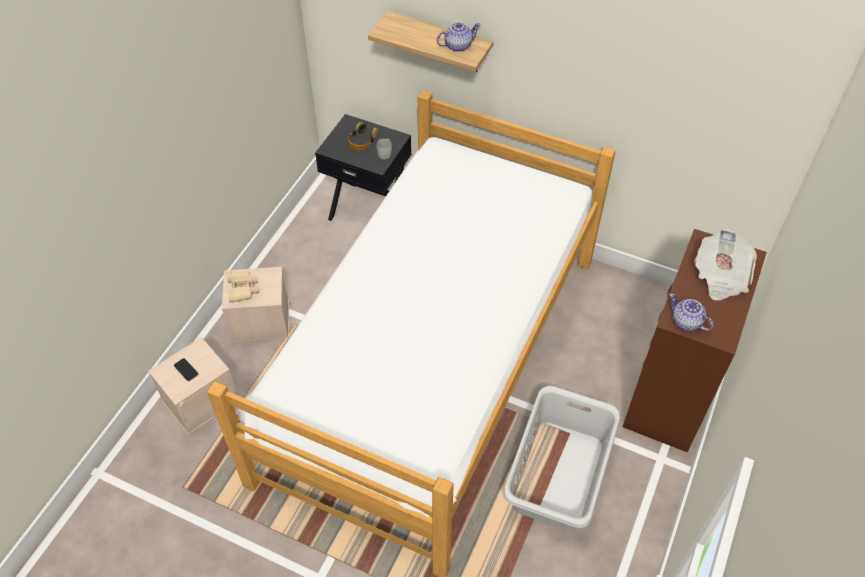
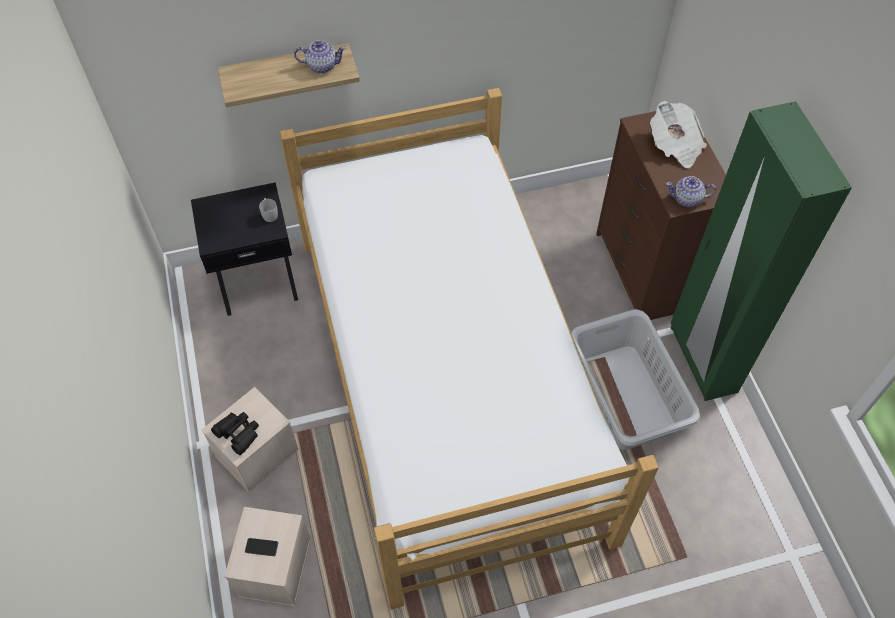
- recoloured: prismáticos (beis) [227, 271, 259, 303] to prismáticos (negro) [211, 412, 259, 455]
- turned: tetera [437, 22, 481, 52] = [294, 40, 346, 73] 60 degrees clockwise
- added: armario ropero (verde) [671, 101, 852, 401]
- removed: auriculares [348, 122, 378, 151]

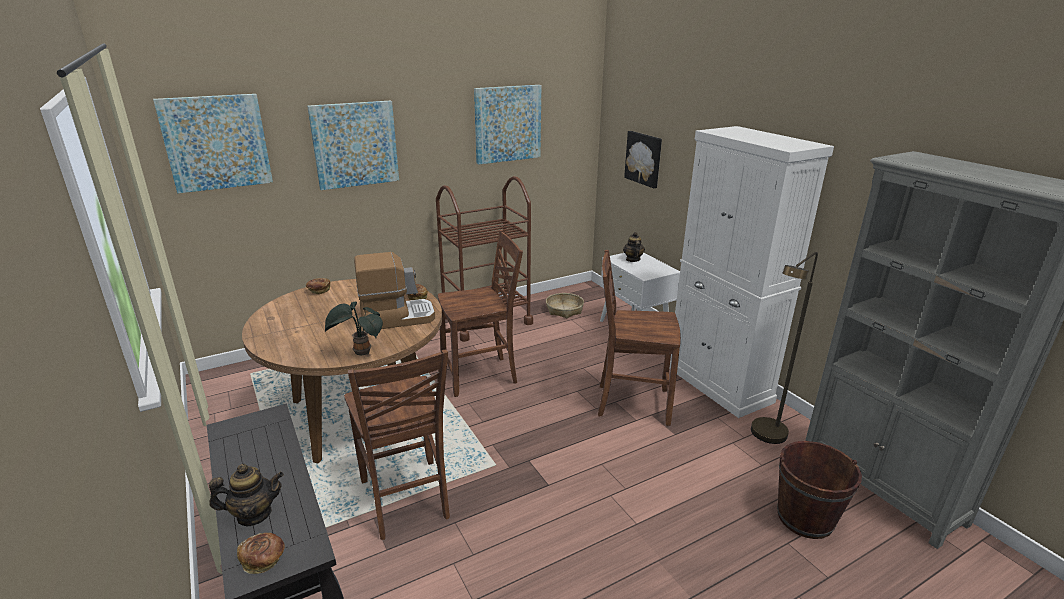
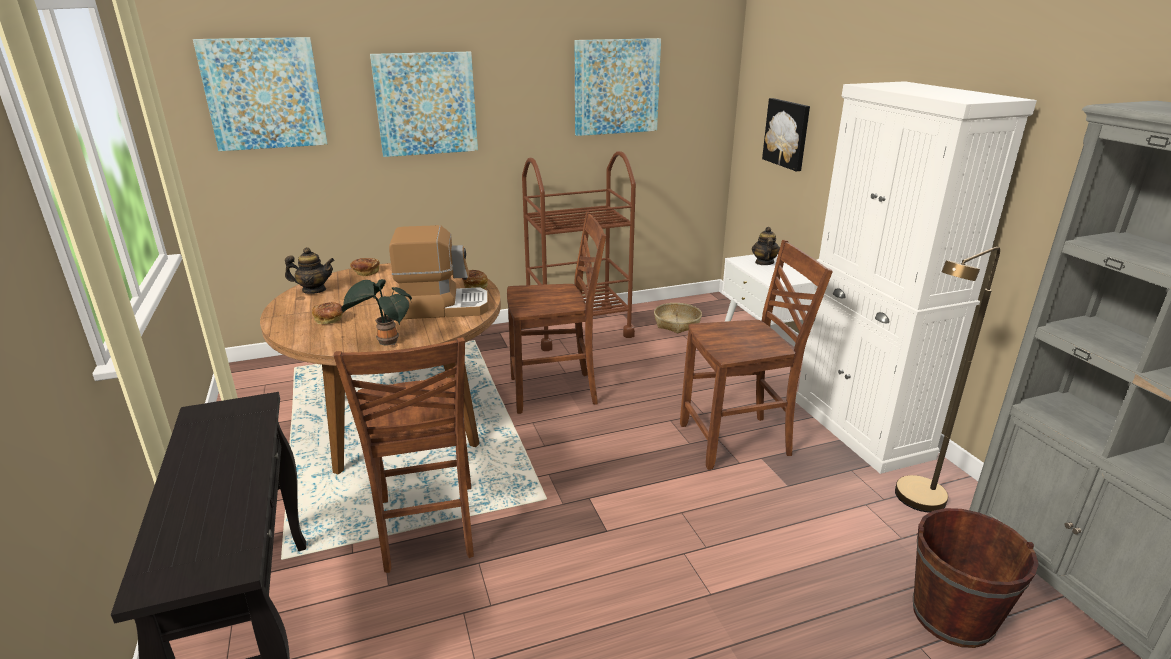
- moved: tetera [209, 464, 284, 526] to [285, 247, 334, 294]
- moved: pan [237, 533, 285, 574] to [312, 302, 343, 324]
- turned: silla (marrón) [598, 250, 681, 426] = [680, 240, 833, 470] 150 degrees clockwise

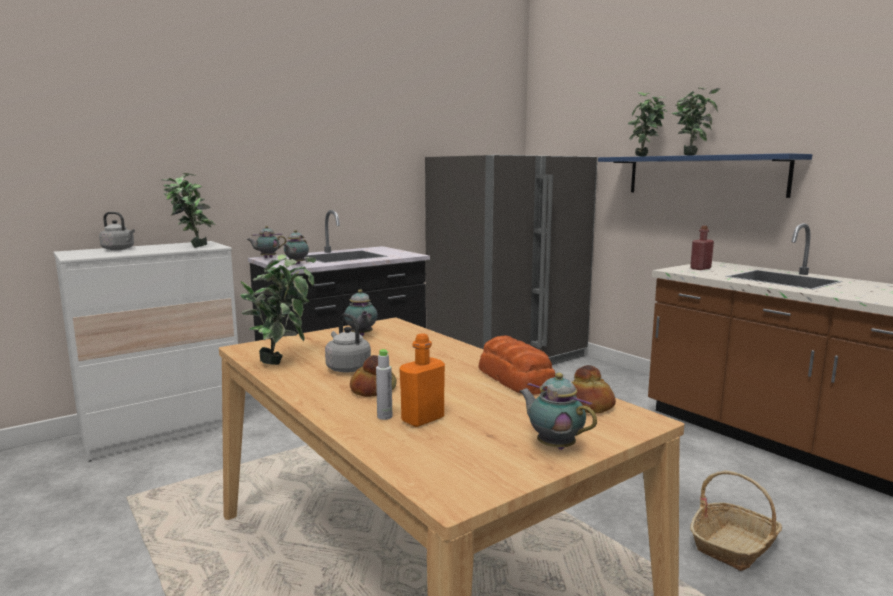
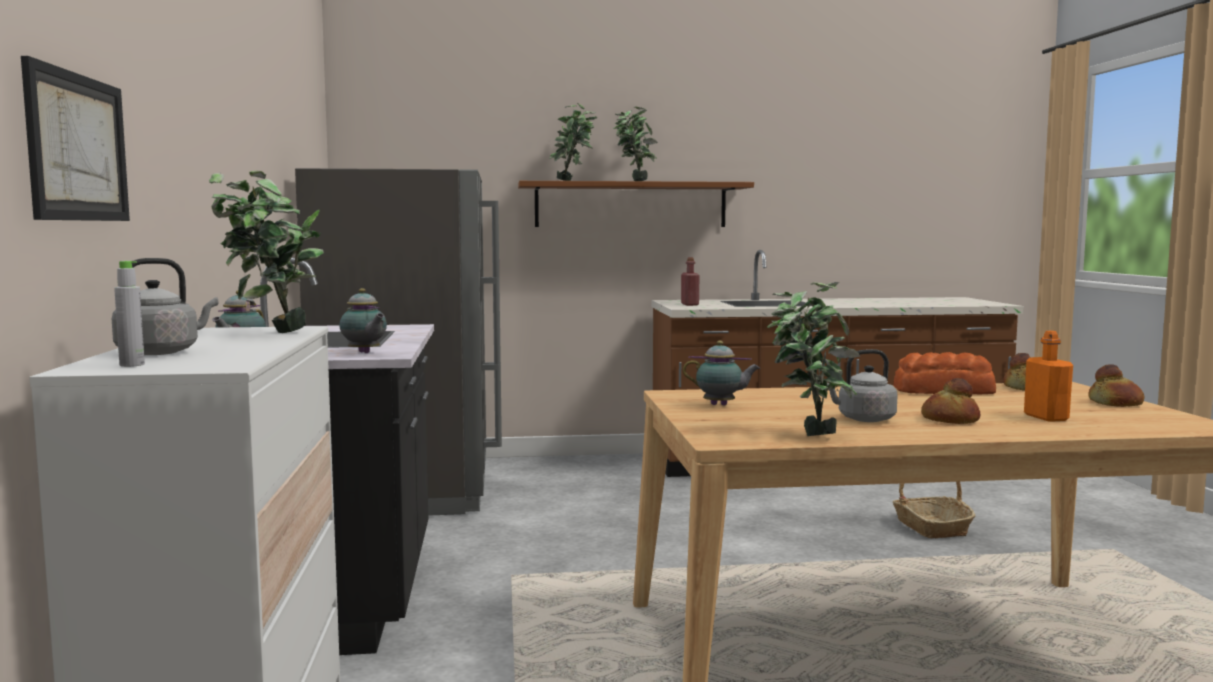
- added: cuadro [21, 56, 130, 221]
- moved: botella (gris) [376, 349, 392, 420] to [114, 261, 145, 367]
- recoloured: estante (azul) [598, 153, 812, 198] to estante (marrón) [518, 181, 754, 227]
- replaced: tetera [519, 373, 597, 450] to pan [1088, 364, 1144, 407]

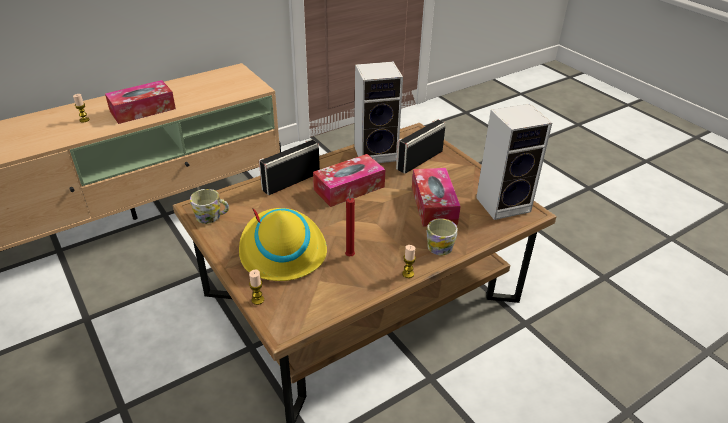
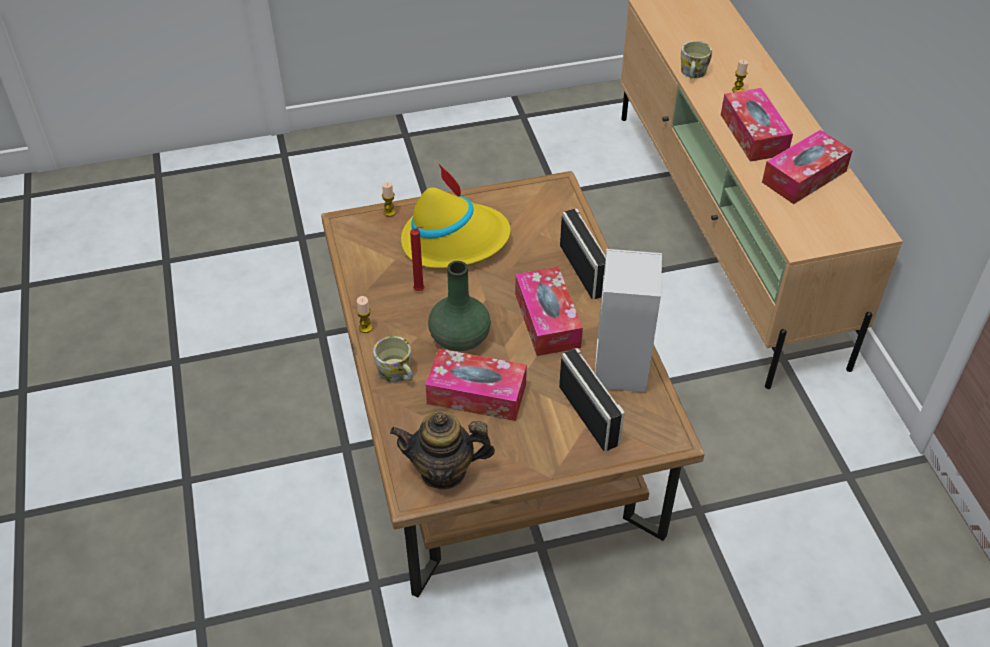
- replaced: altavoz [476, 104, 552, 220] to tetera [390, 412, 495, 490]
- added: florero (verde) [428, 261, 491, 351]
- moved: taza grande [190, 189, 229, 224] to [681, 41, 712, 79]
- added: caja de pañuelos [762, 130, 853, 204]

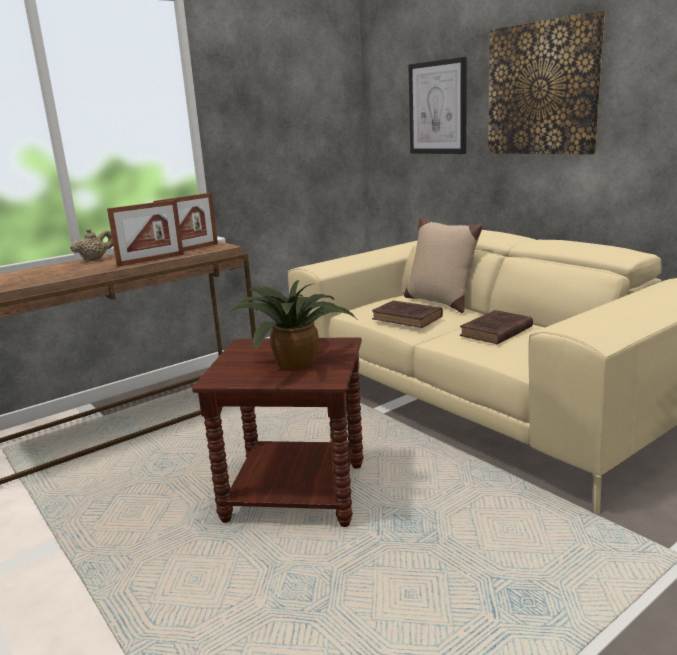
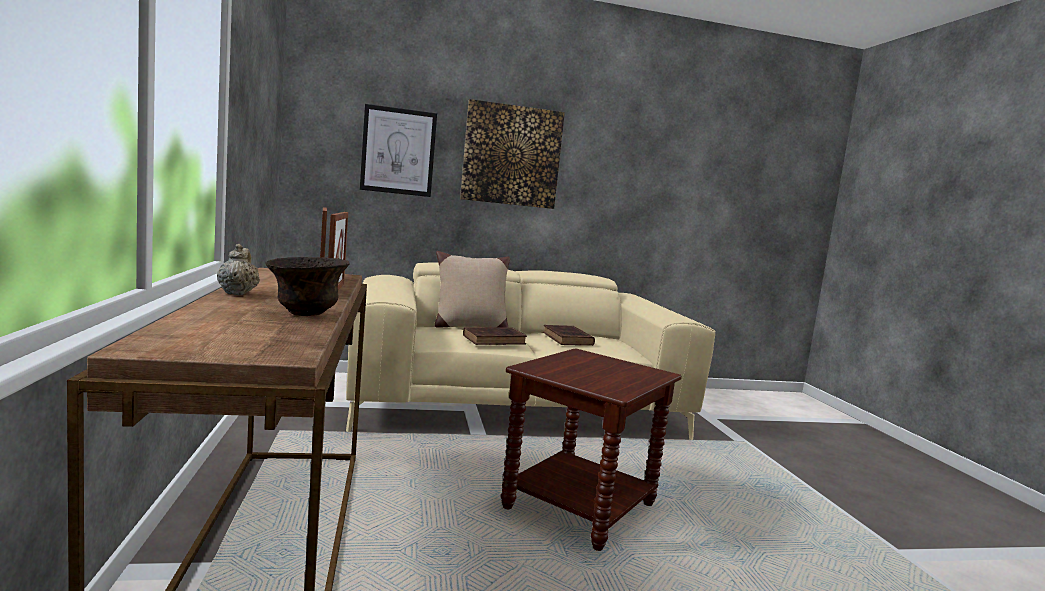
- added: cuenco (marrón) [265, 257, 350, 316]
- removed: planta en maceta [229, 280, 357, 370]

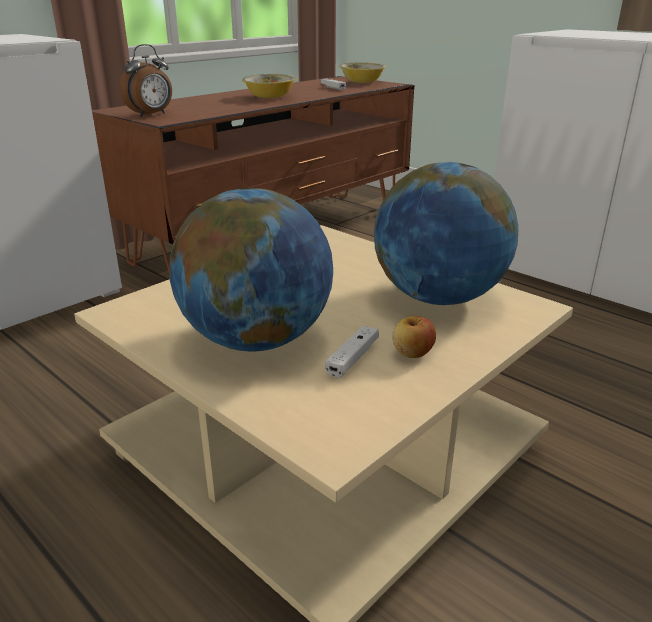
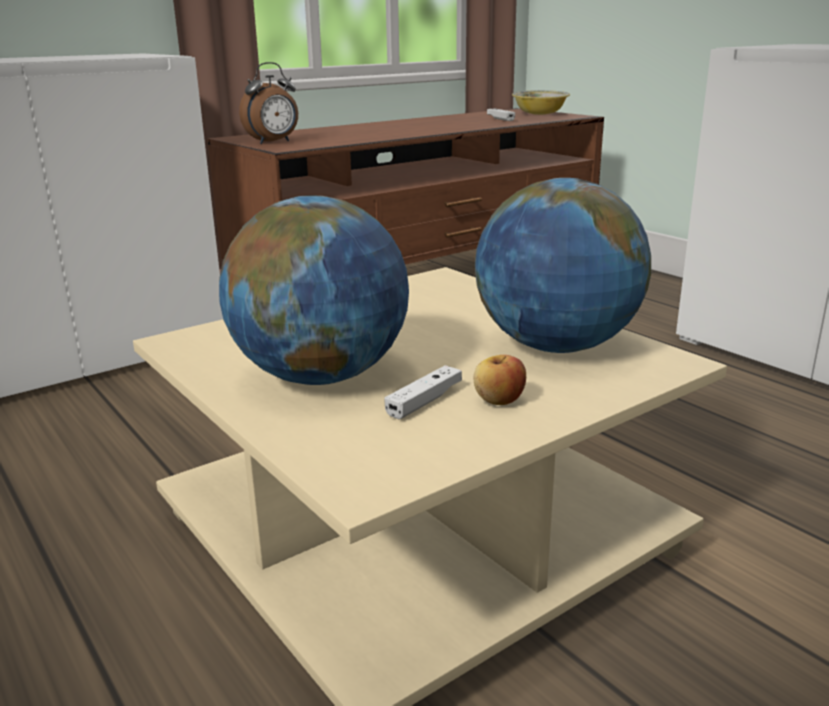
- removed: cuenco [242, 74, 296, 98]

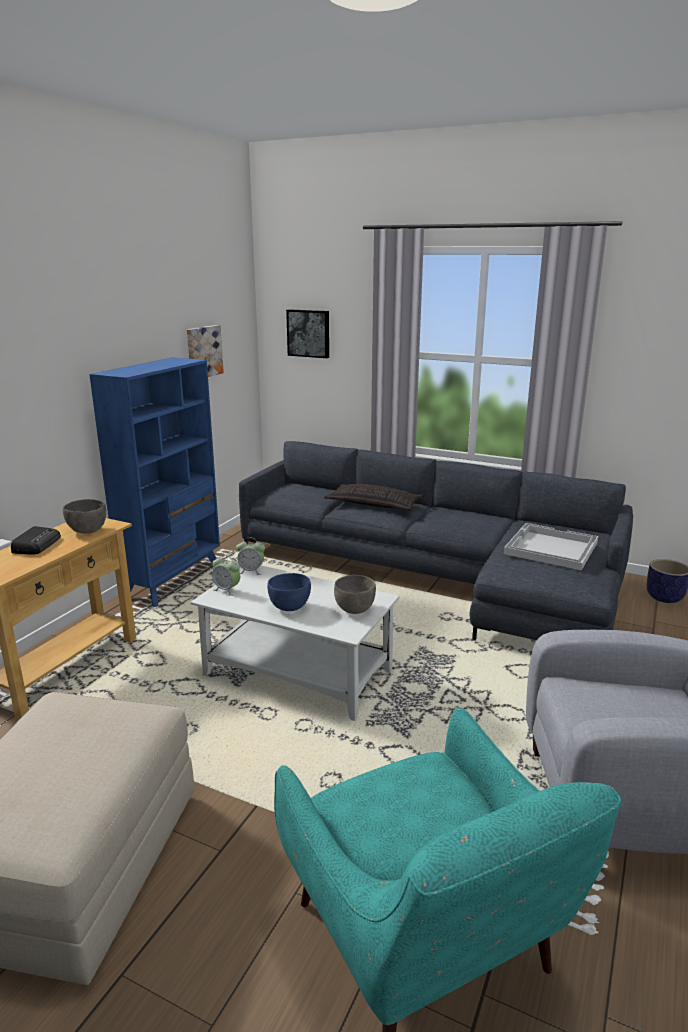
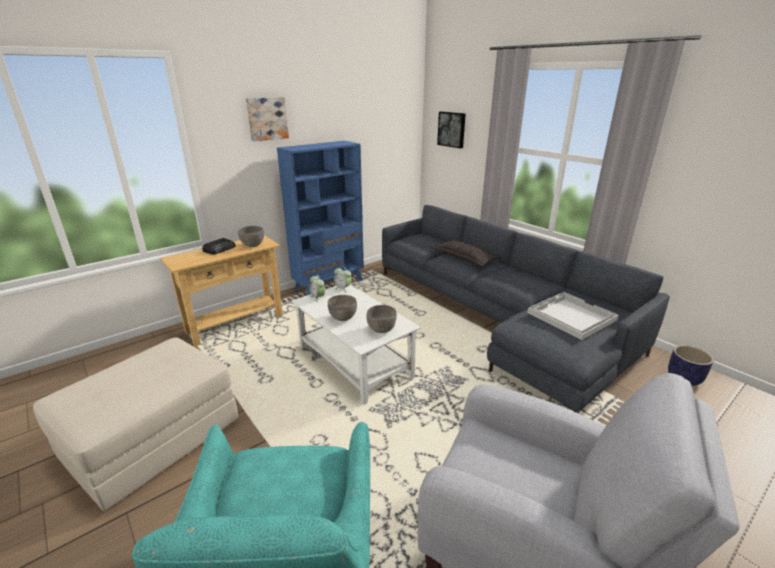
- moved: cuadro [187, 325, 224, 377] to [246, 97, 289, 141]
- recoloured: cuenco (azul) [267, 573, 311, 611] to cuenco (gris) [328, 295, 357, 321]

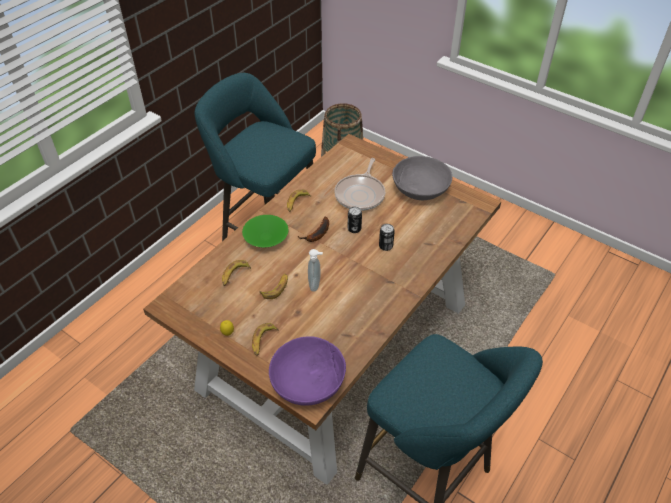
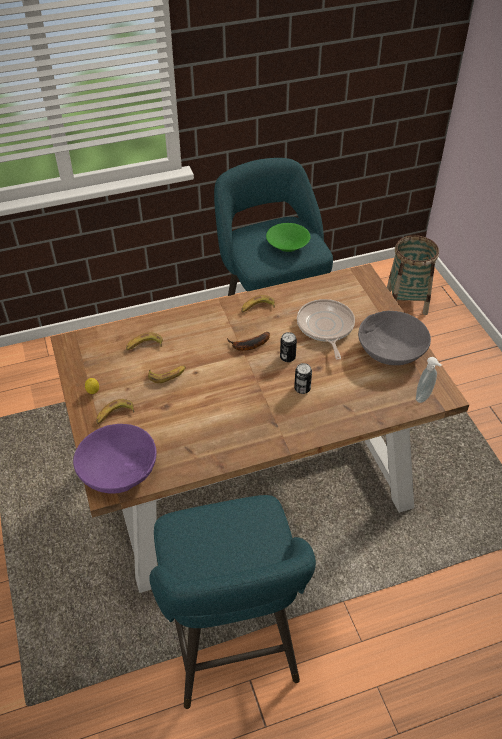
- moved: cuenco (verde) [242, 215, 289, 248] to [266, 223, 311, 252]
- turned: sartén [334, 158, 385, 211] = [297, 299, 355, 360] 120 degrees clockwise
- moved: dispensador de jabón [308, 249, 323, 292] to [416, 357, 442, 403]

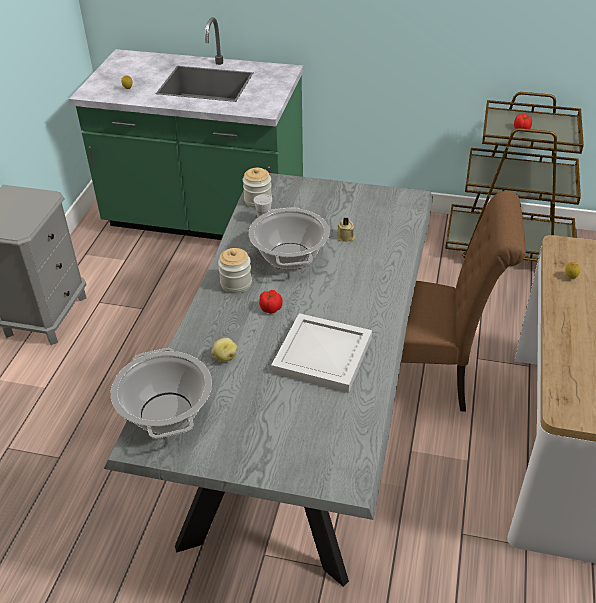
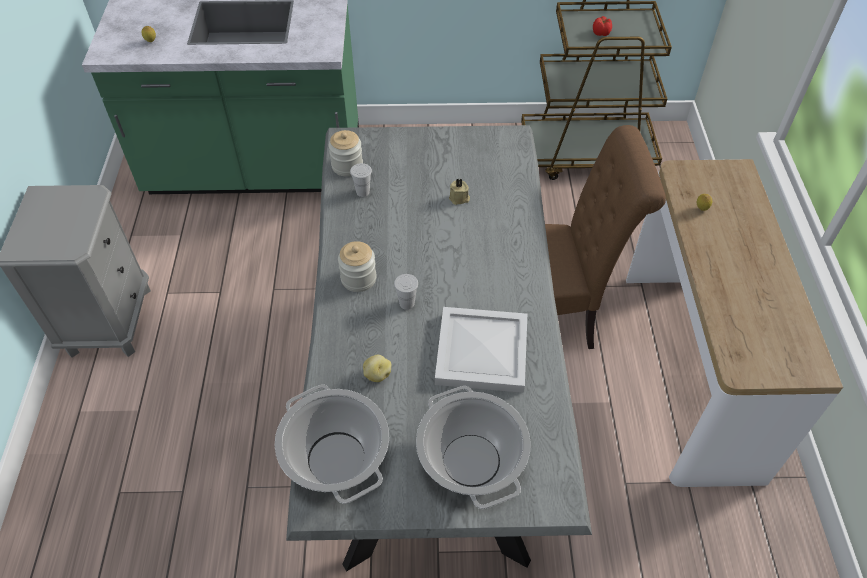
- replaced: tomate [259, 290, 283, 314] to taza (blanco) [394, 274, 418, 310]
- moved: olla [249, 207, 330, 270] to [416, 386, 531, 509]

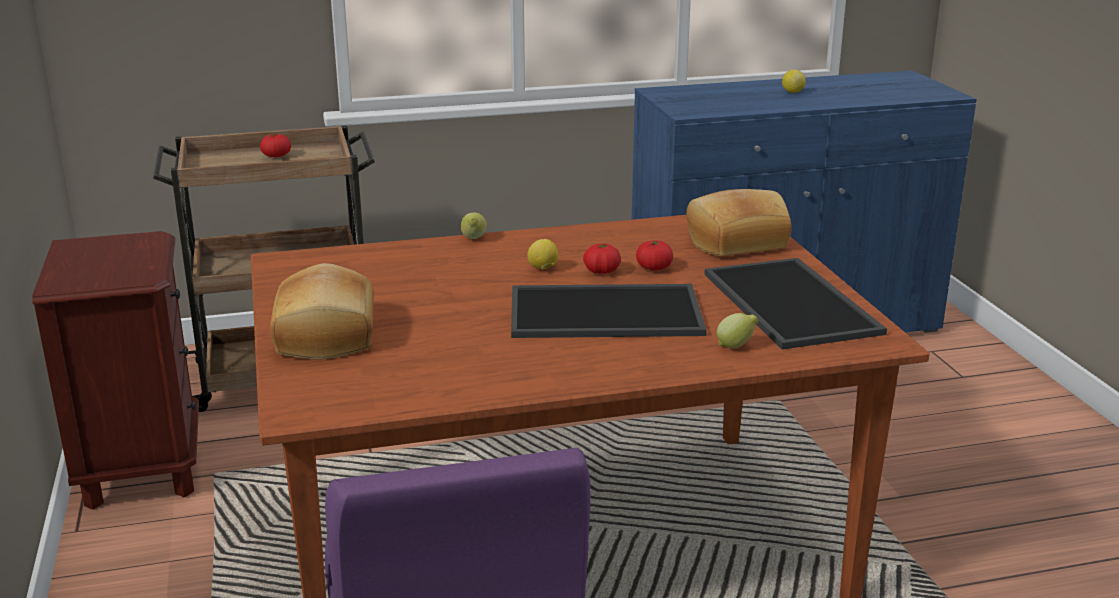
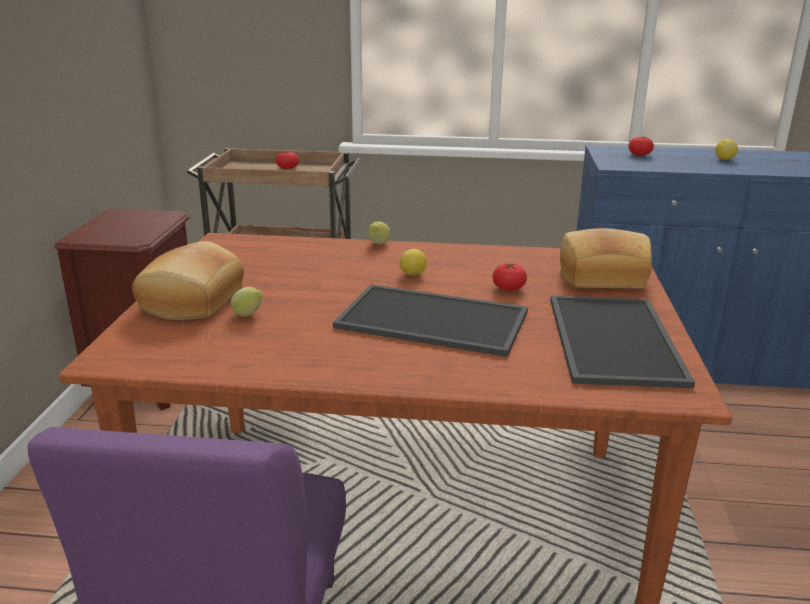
- moved: limón [717, 313, 758, 348] to [231, 287, 263, 317]
- moved: tomate [583, 244, 621, 274] to [628, 136, 654, 156]

